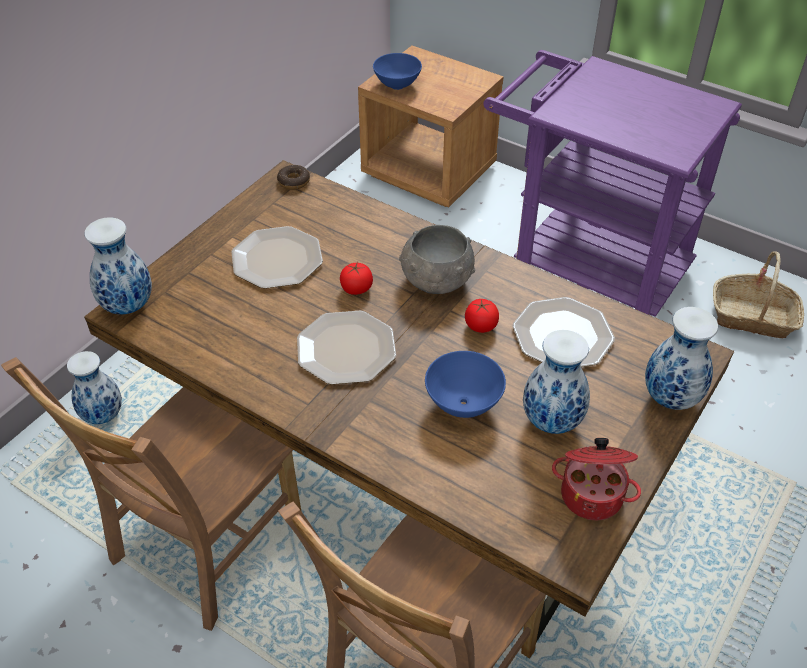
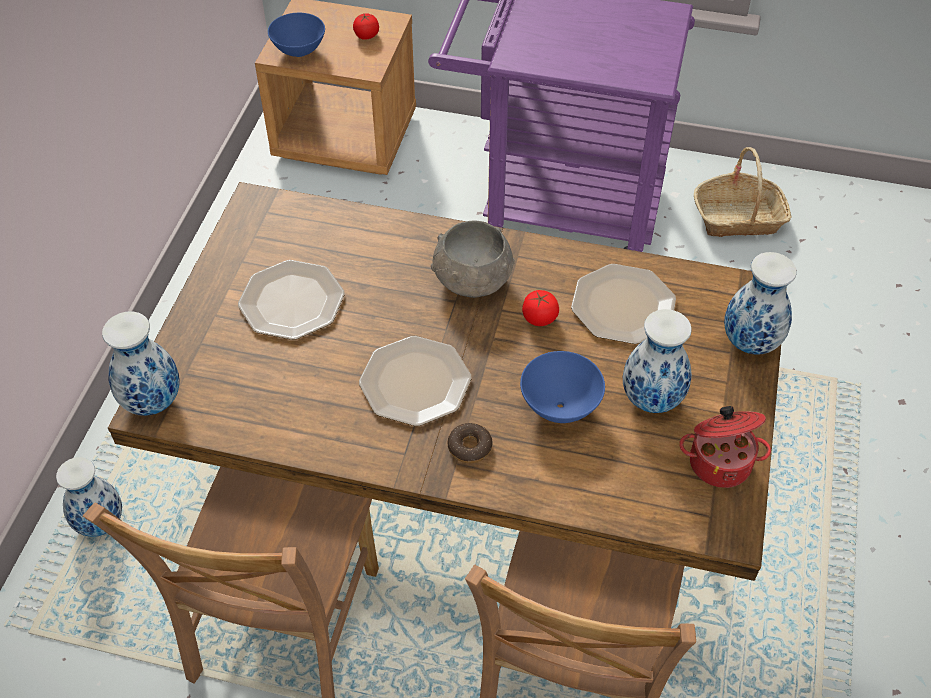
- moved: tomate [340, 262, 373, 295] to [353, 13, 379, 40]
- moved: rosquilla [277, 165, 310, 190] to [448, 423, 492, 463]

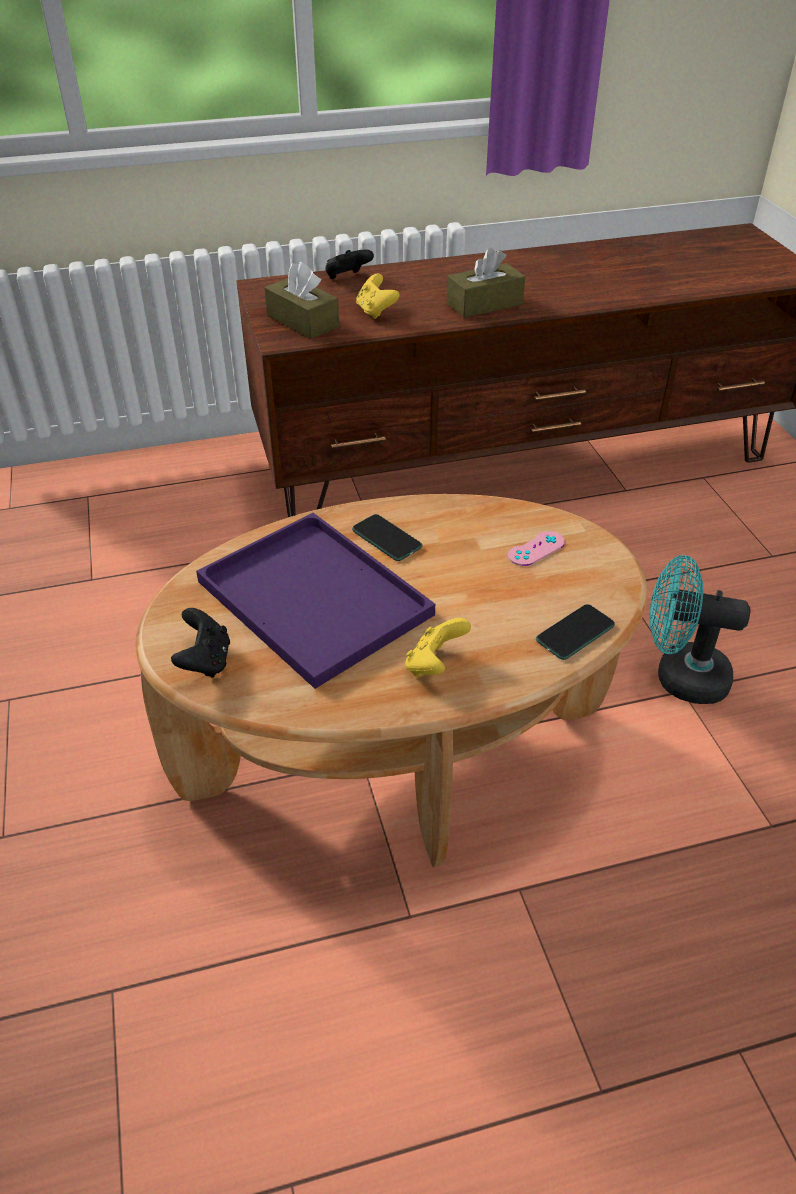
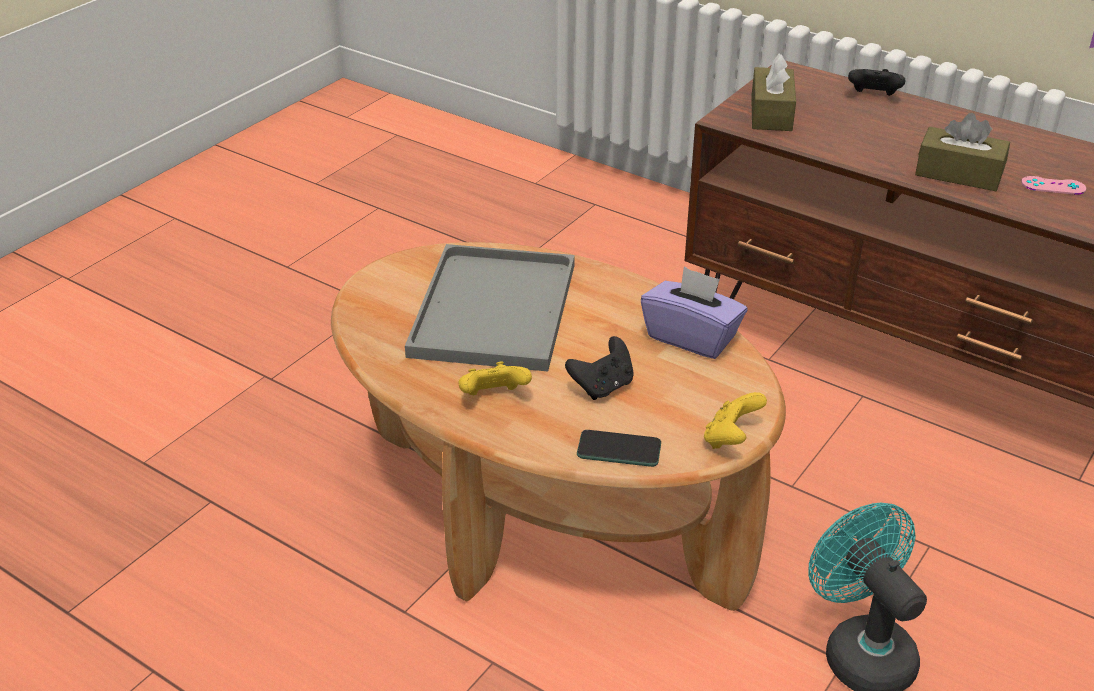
- recoloured: bandeja (morado) [196, 513, 435, 689] to bandeja (gris) [405, 244, 575, 372]
- moved: mando de consola (negro) [171, 608, 230, 678] to [565, 336, 634, 400]
- added: caja de pañuelos (morado) [641, 266, 747, 359]
- moved: mando de consola (amarillo) [356, 274, 400, 319] to [704, 392, 767, 449]
- moved: mando de consola (rosa) [508, 531, 565, 566] to [1021, 176, 1086, 195]
- removed: móvil [352, 514, 423, 561]

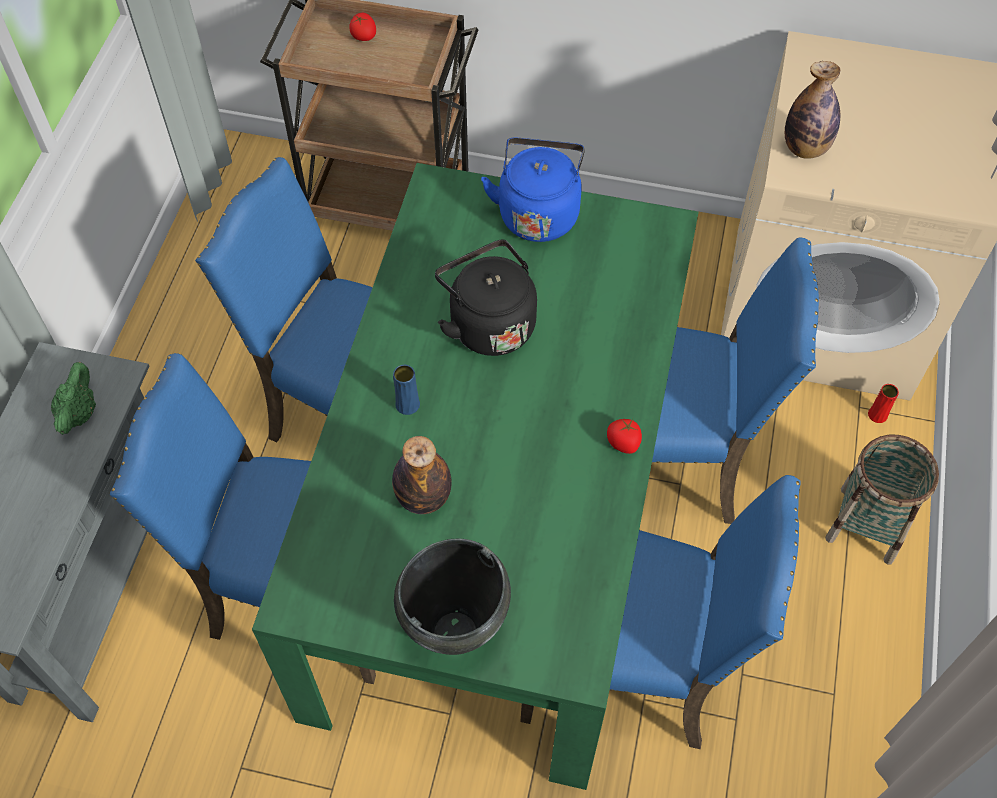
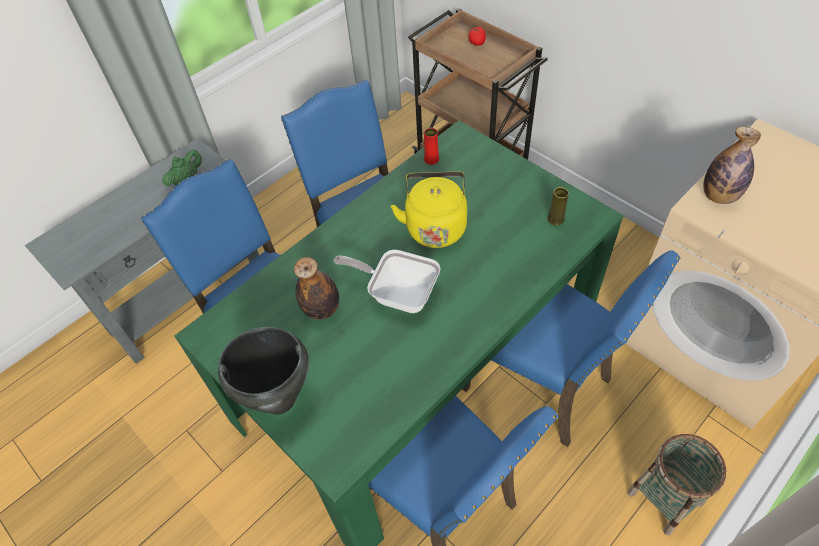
- added: sartén [334, 250, 441, 313]
- recoloured: hervidor (negro) [435, 240, 537, 356] to hervidor (amarillo) [391, 171, 467, 248]
- moved: florero (rojo) [868, 384, 899, 423] to [424, 128, 439, 165]
- added: florero (amarillo) [547, 187, 569, 226]
- removed: florero (azul) [393, 365, 420, 415]
- removed: hervidor (azul) [481, 137, 585, 242]
- removed: tomate [607, 419, 642, 454]

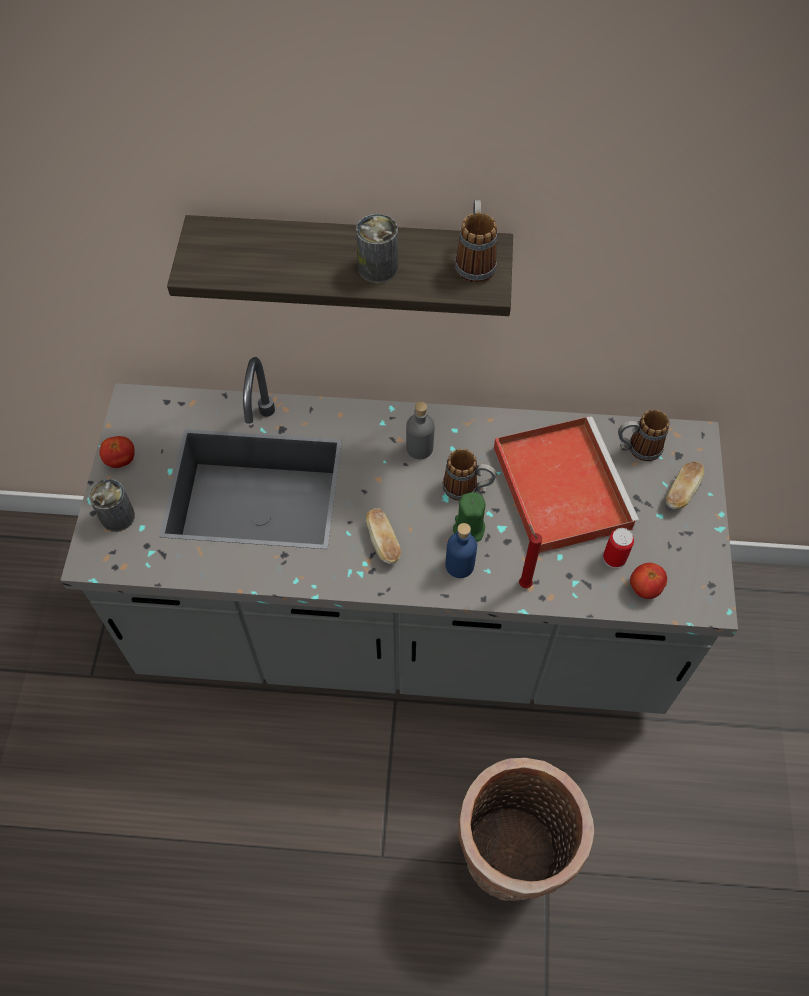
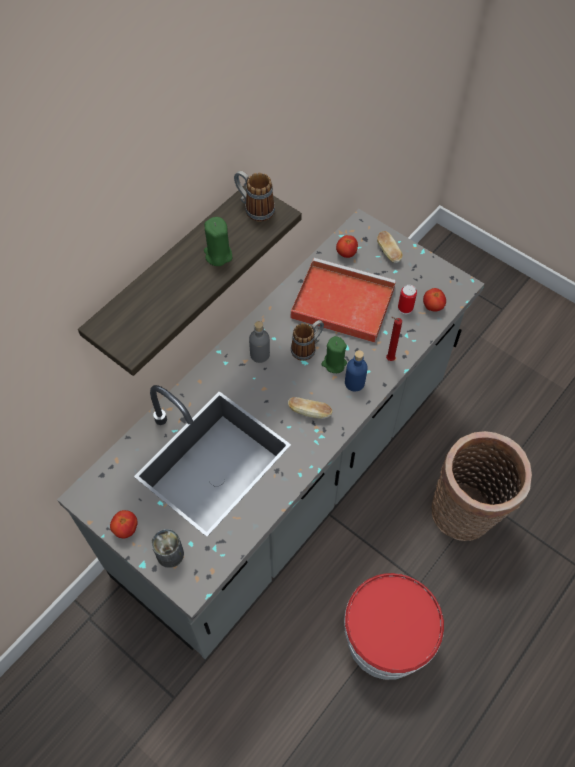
- replaced: lata [356, 214, 398, 283] to vela (verde) [204, 217, 232, 266]
- replaced: taza grande [618, 409, 669, 461] to tomate [336, 235, 358, 258]
- added: cubo [344, 573, 444, 680]

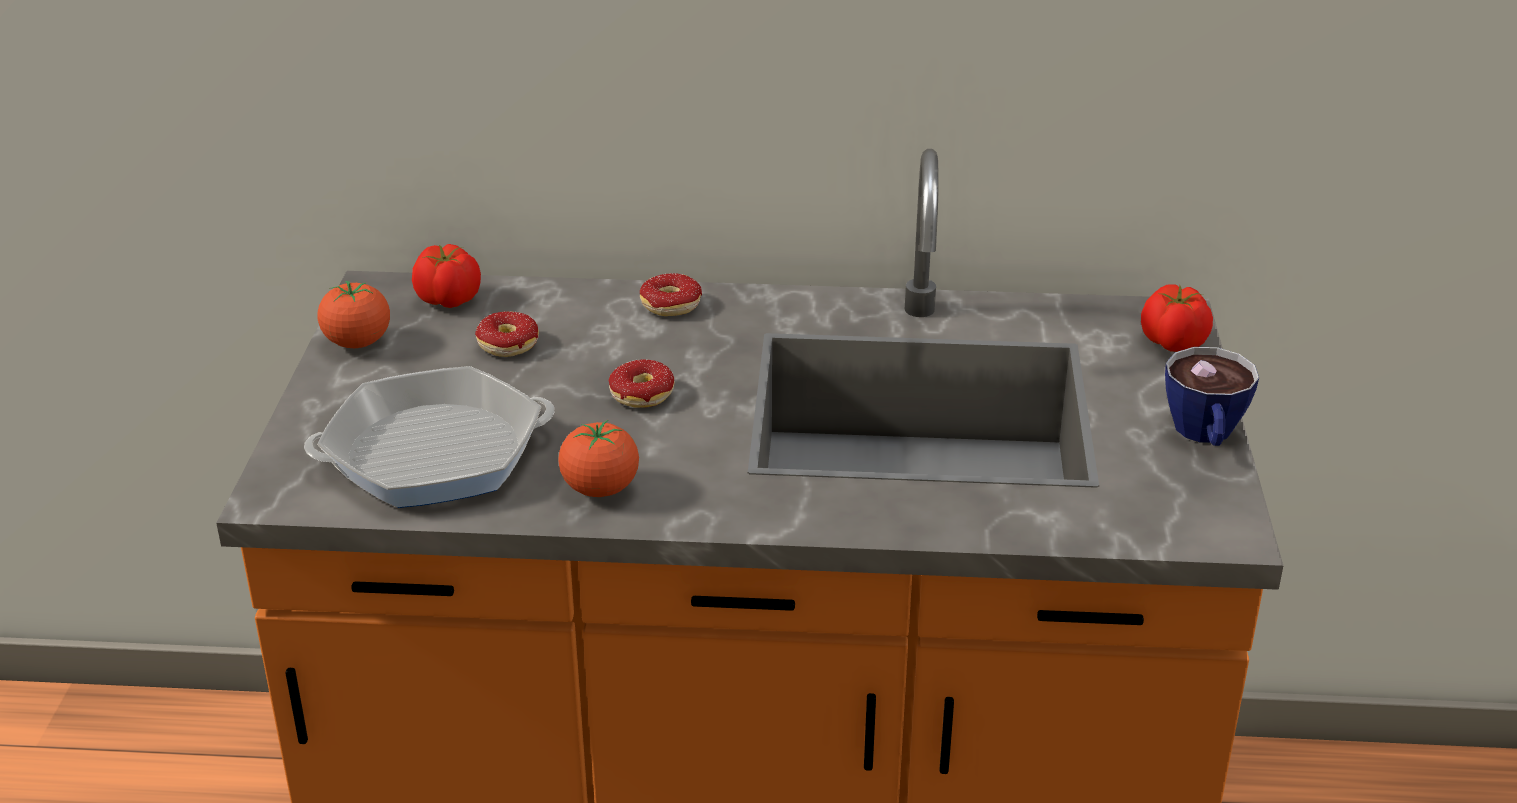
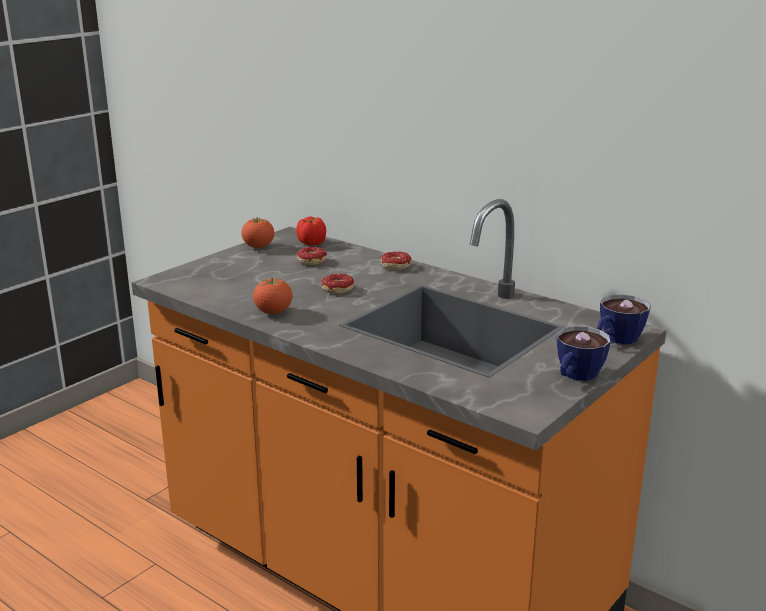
- replaced: tomate [1141, 285, 1213, 352] to taza [597, 294, 651, 344]
- removed: sartén [304, 366, 554, 508]

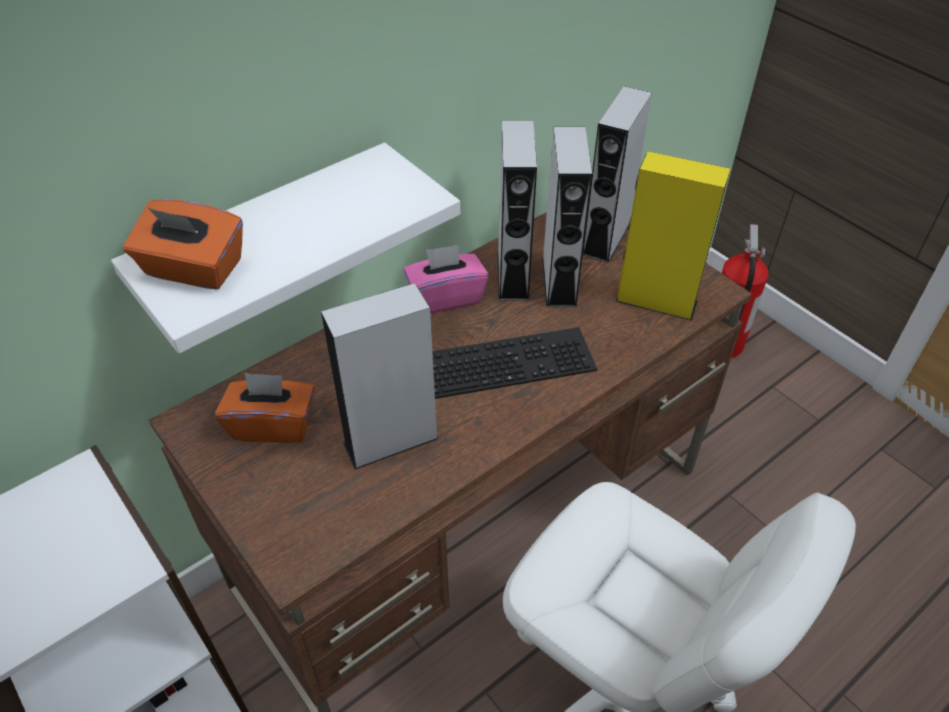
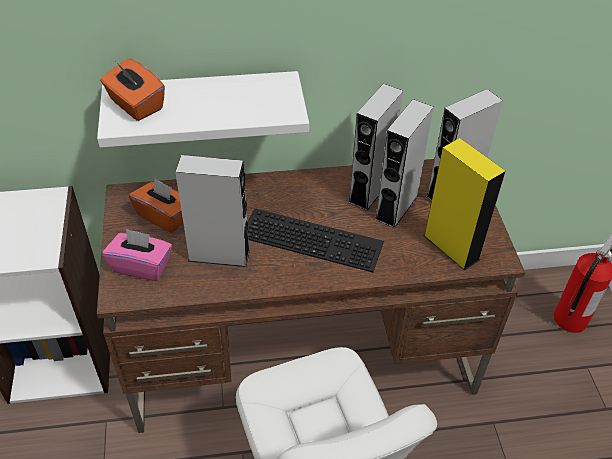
- moved: caja de pañuelos (rosa) [404, 245, 488, 313] to [103, 228, 172, 281]

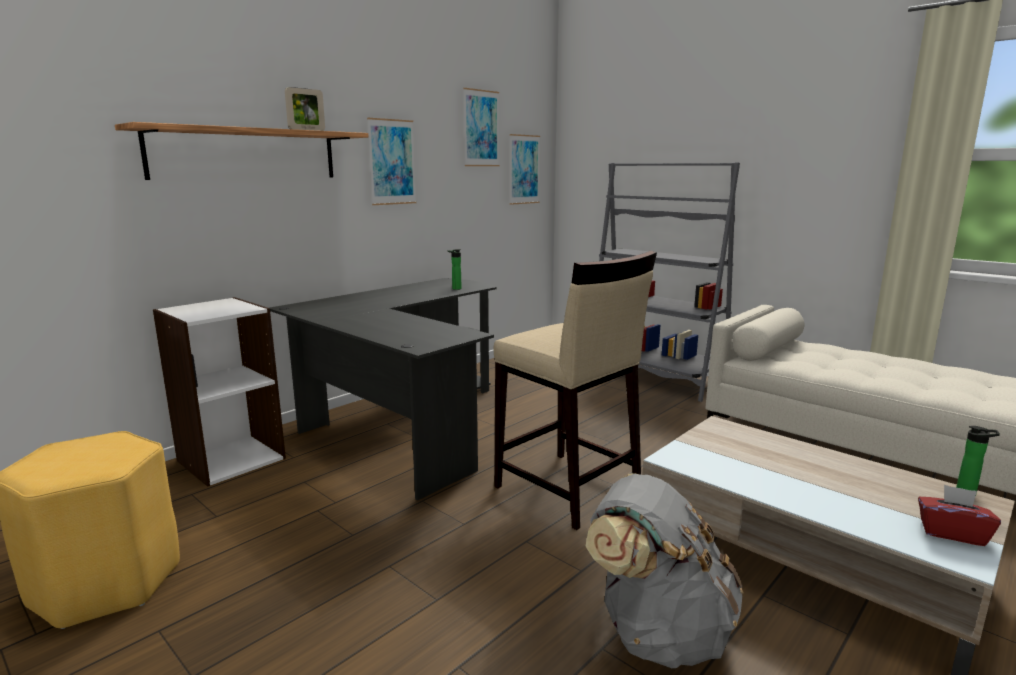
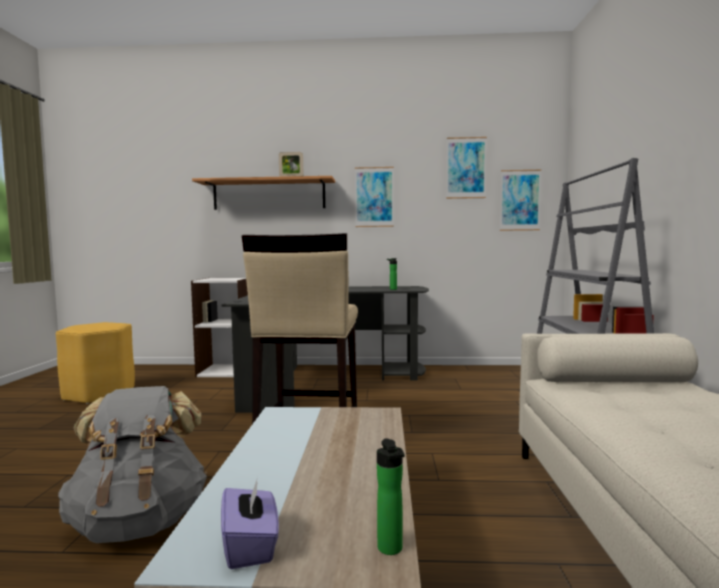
- recoloured: caja de pañuelos (rojo) [918, 485, 1001, 546] to caja de pañuelos (morado) [221, 477, 279, 569]

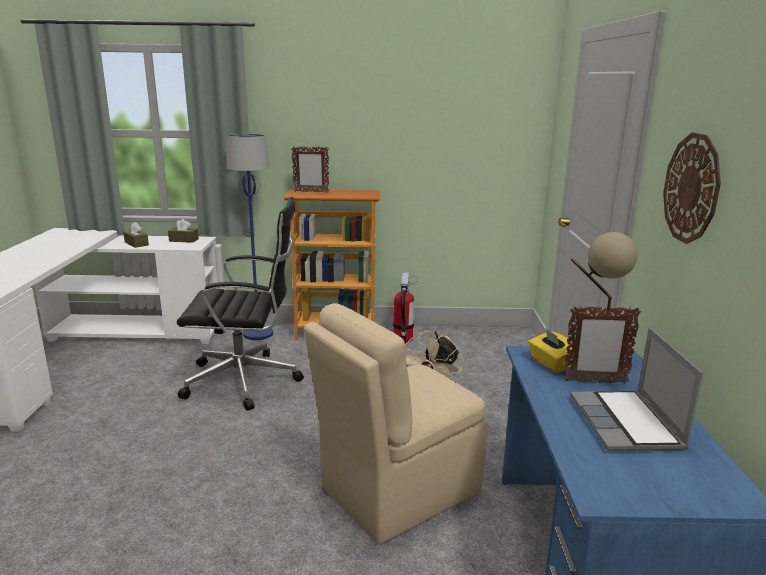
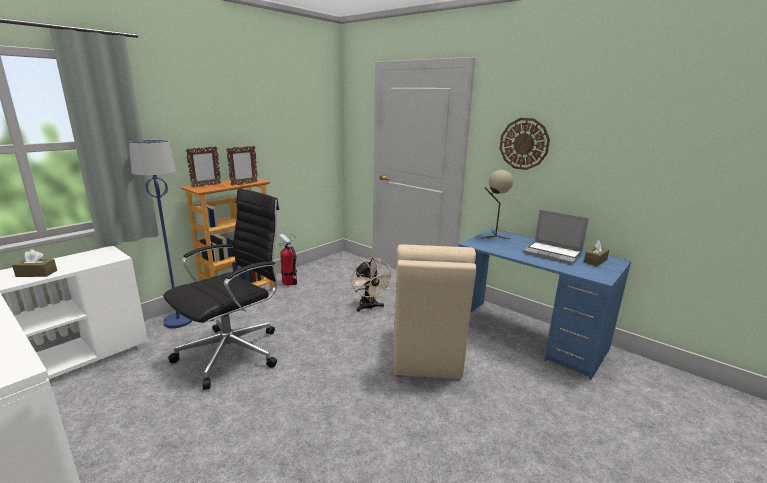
- moved: portarretratos [563, 306, 641, 384] to [226, 145, 258, 186]
- moved: caja de pañuelos (marrón) [168, 219, 199, 243] to [584, 240, 609, 266]
- removed: caja de pañuelos (amarillo) [528, 328, 574, 373]

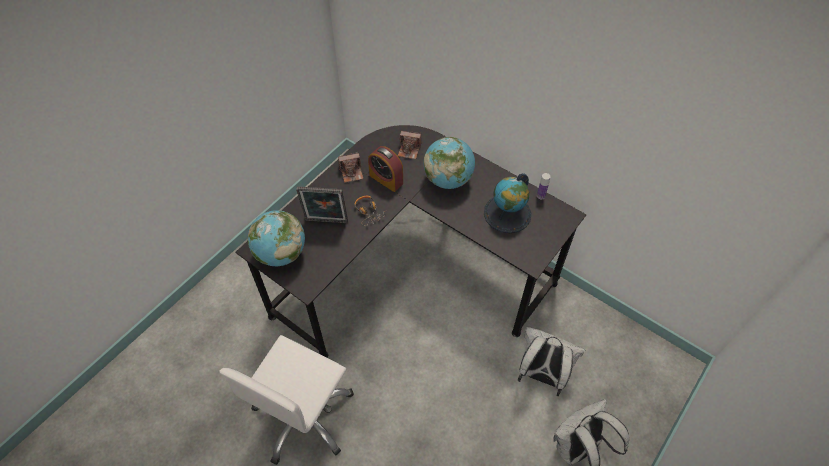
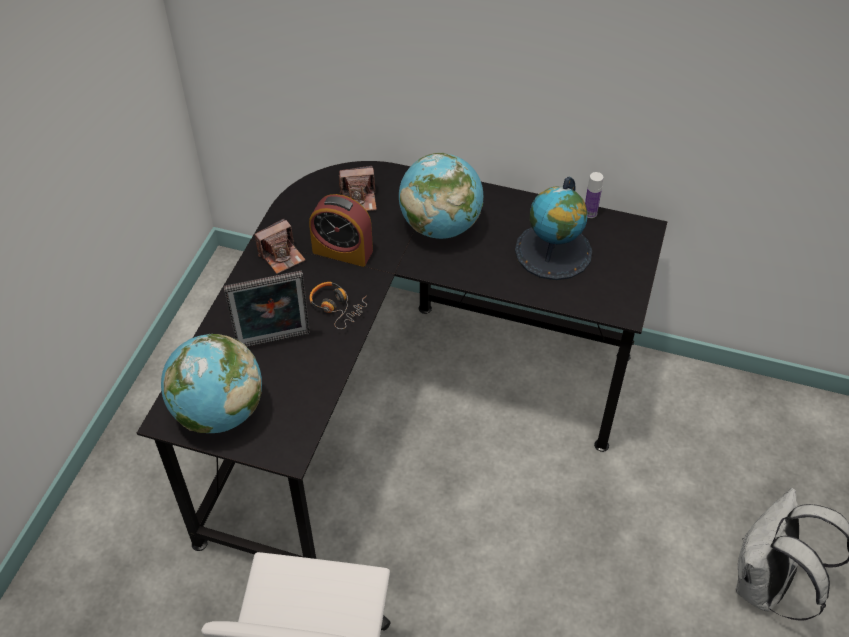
- removed: mochila (blanco) [518, 327, 585, 396]

